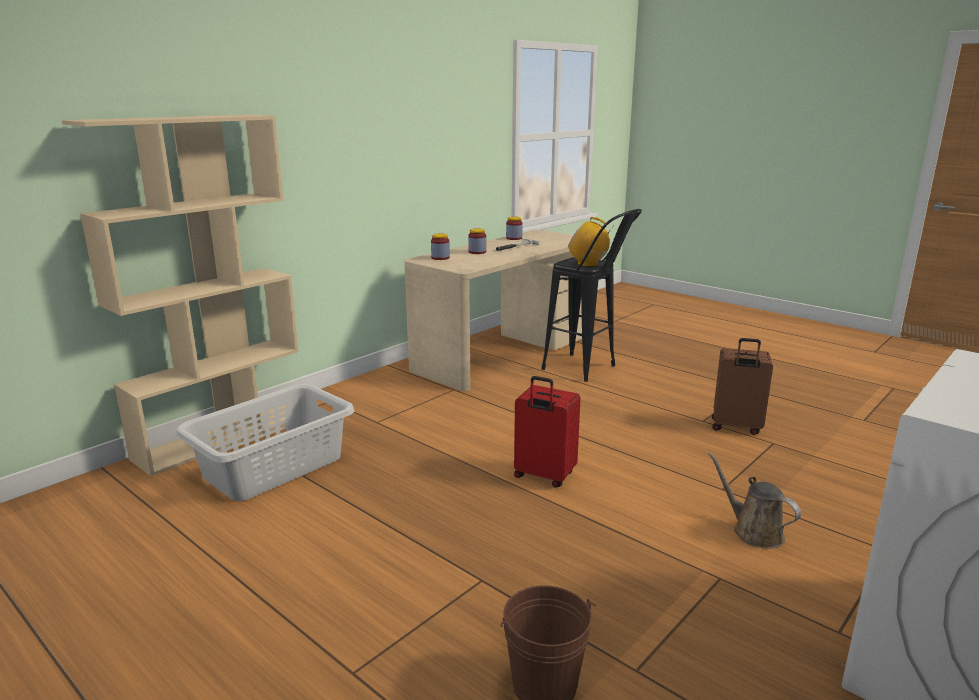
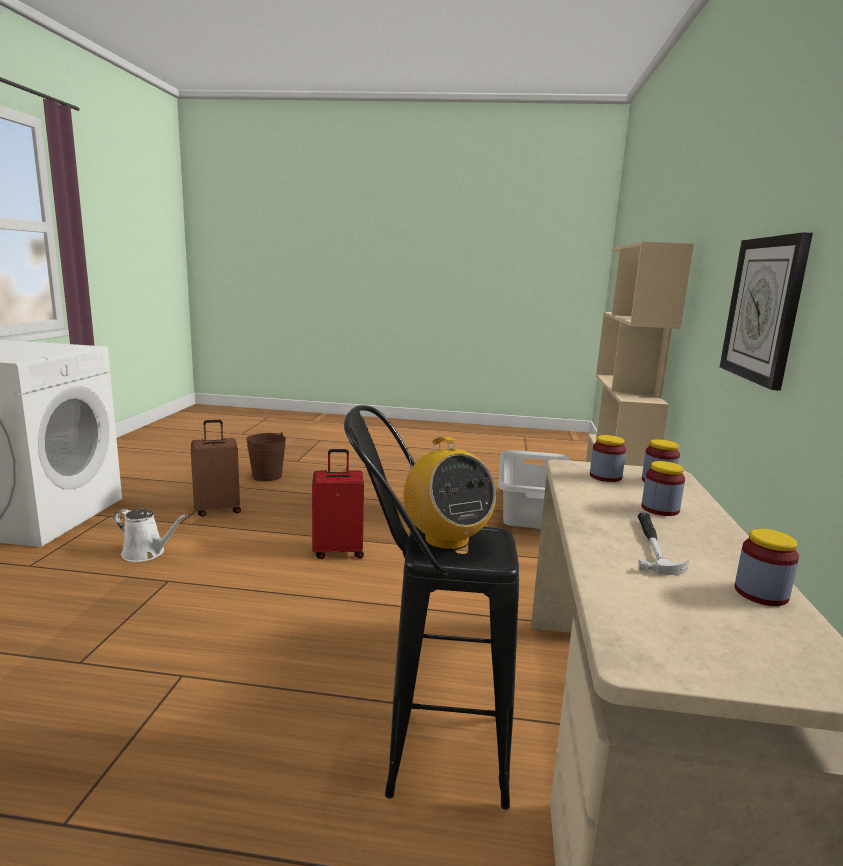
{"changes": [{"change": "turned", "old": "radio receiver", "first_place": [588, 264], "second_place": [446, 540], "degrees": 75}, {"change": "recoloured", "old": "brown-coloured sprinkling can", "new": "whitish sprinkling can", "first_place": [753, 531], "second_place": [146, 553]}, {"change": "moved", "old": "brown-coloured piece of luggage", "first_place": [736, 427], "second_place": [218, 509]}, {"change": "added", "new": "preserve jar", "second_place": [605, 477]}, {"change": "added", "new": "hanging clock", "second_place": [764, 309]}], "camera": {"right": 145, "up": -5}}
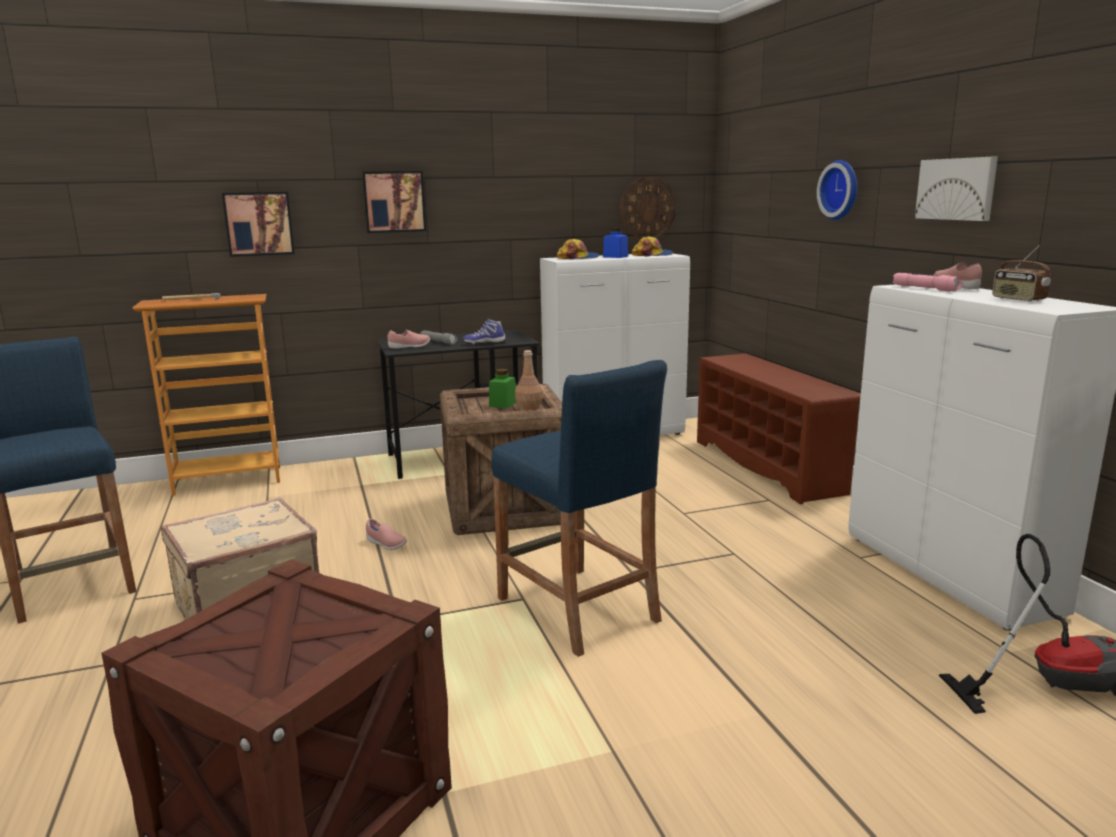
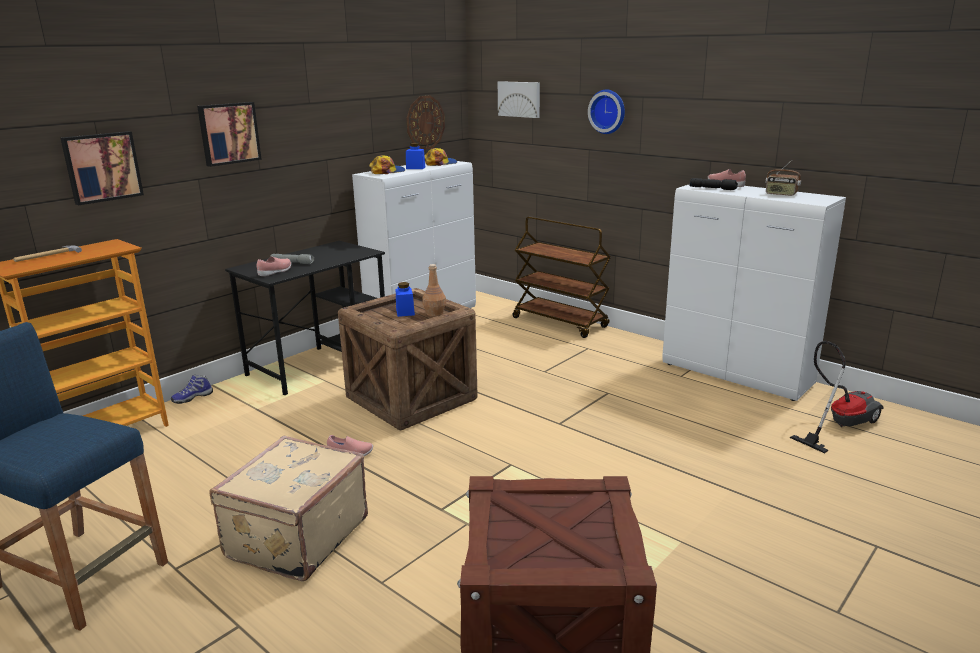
{"changes": [{"change": "moved", "old": "low shoe", "first_place": [484, 343], "second_place": [192, 397]}, {"change": "recoloured", "old": "green preserve jar", "new": "blue preserve jar", "first_place": [503, 404], "second_place": [405, 312]}, {"change": "removed", "old": "blue stool seat", "first_place": [577, 609]}, {"change": "replaced", "old": "brown-coloured shoe rack", "new": "brown-coloured wheeled cart", "first_place": [769, 466], "second_place": [560, 322]}, {"change": "recoloured", "old": "pink torch", "new": "blackish torch", "first_place": [926, 289], "second_place": [713, 188]}, {"change": "moved", "old": "wall picture", "first_place": [957, 189], "second_place": [519, 99]}], "camera": {"right": -30, "up": 5}}
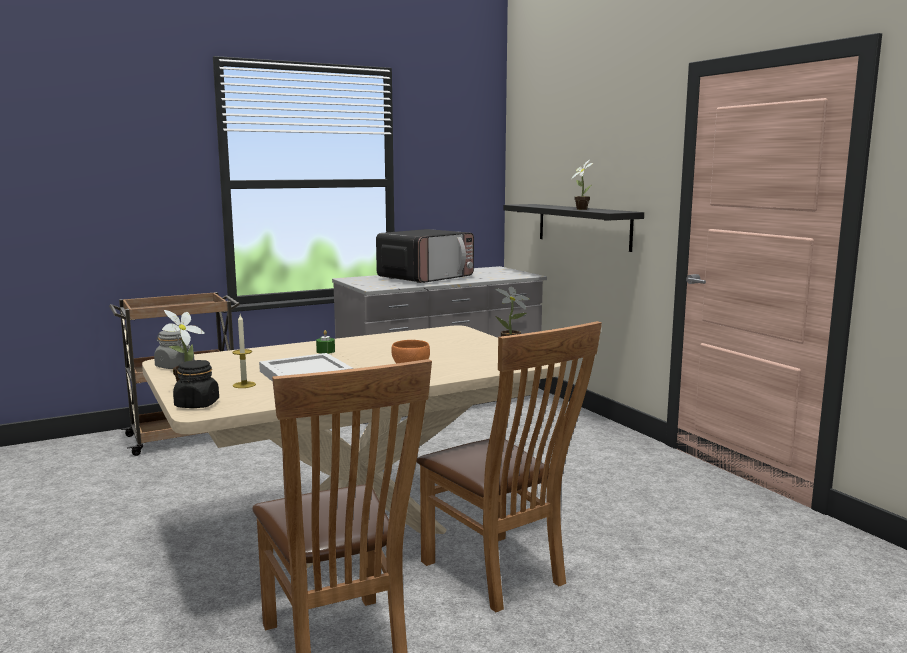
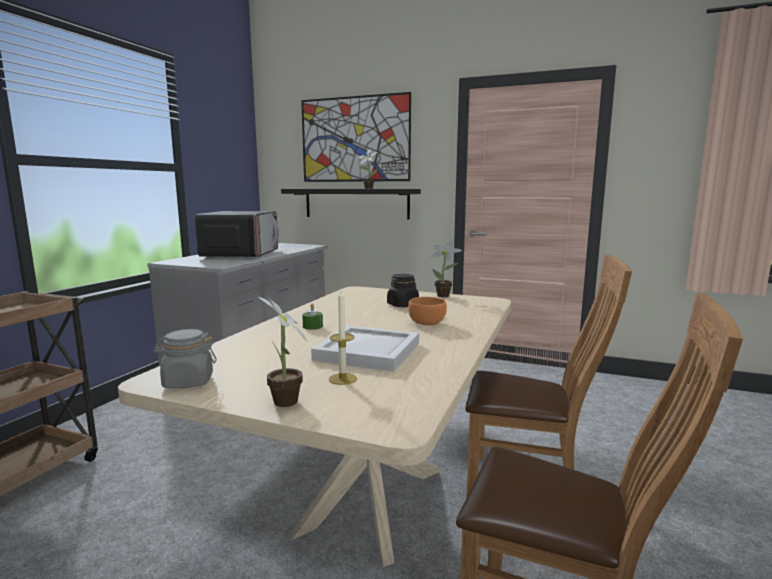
{"changes": [{"change": "moved", "old": "blackish preserve jar", "first_place": [197, 404], "second_place": [403, 305]}, {"change": "added", "new": "wall picture", "second_place": [354, 139]}], "camera": {"right": -40, "up": 0}}
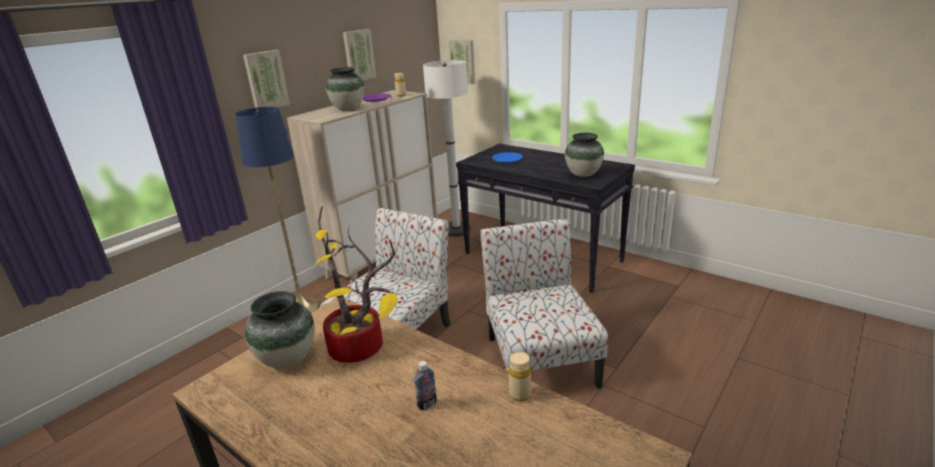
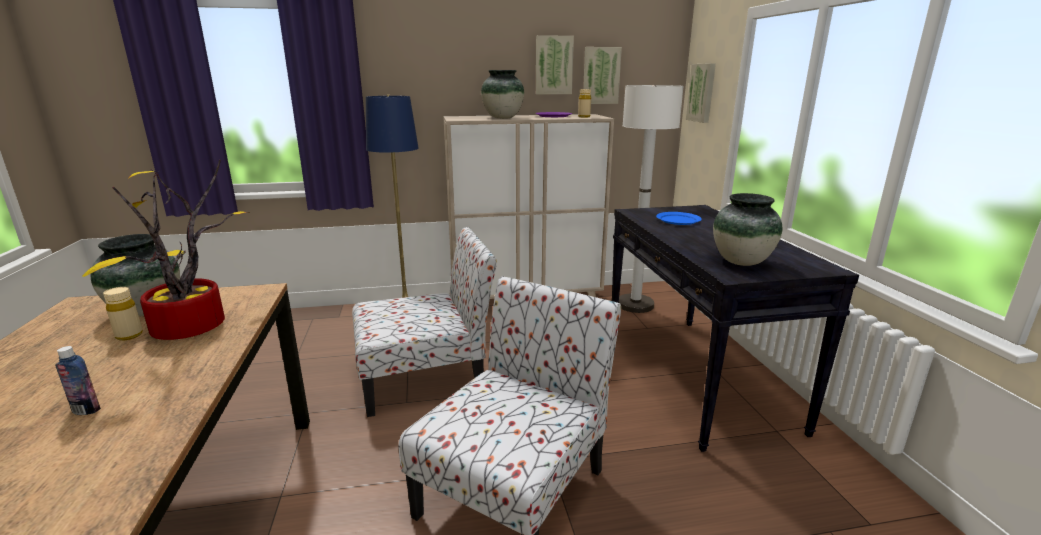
{"changes": [{"change": "moved", "old": "wall picture", "first_place": [266, 80], "second_place": [601, 75]}, {"change": "moved", "old": "sand-coloured beverage bottle", "first_place": [520, 394], "second_place": [129, 335]}], "camera": {"right": 40, "up": -5}}
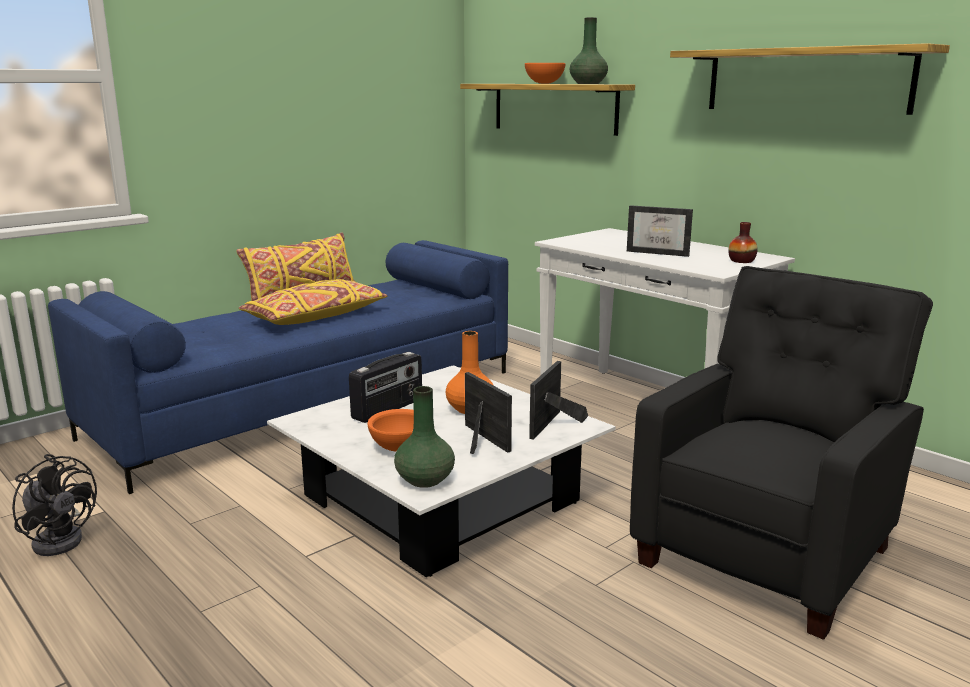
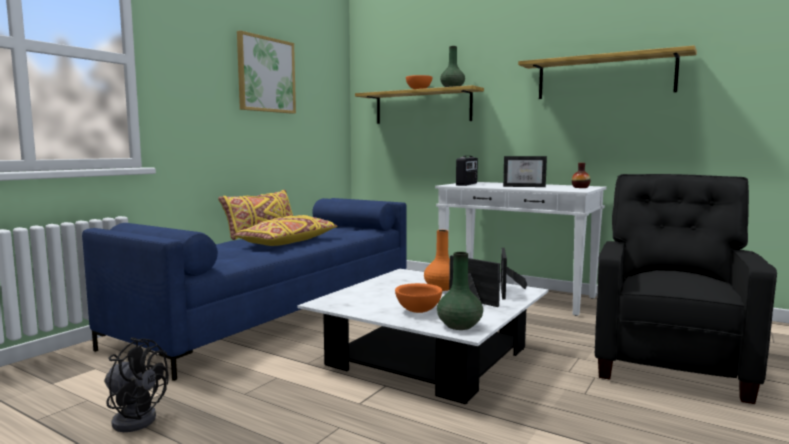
{"changes": [{"change": "moved", "old": "radio receiver", "first_place": [388, 409], "second_place": [467, 184]}, {"change": "added", "new": "wall picture", "second_place": [266, 75]}], "camera": {"right": -15, "up": -10}}
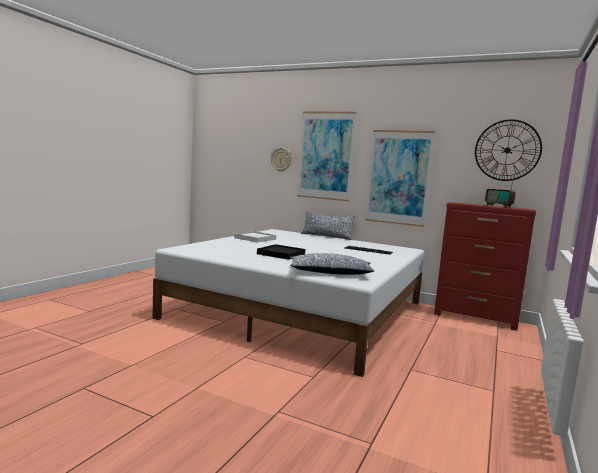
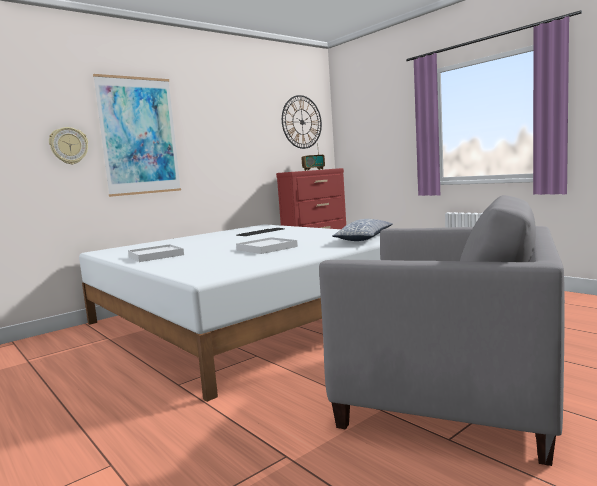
{"changes": [{"change": "recoloured", "old": "blackish serving tray", "new": "whitish serving tray", "first_place": [281, 254], "second_place": [267, 248]}, {"change": "removed", "old": "throw pillow", "first_place": [326, 236]}, {"change": "removed", "old": "wall picture", "first_place": [398, 177]}, {"change": "added", "new": "gray easy chair", "second_place": [448, 391]}], "camera": {"right": -65, "up": 0}}
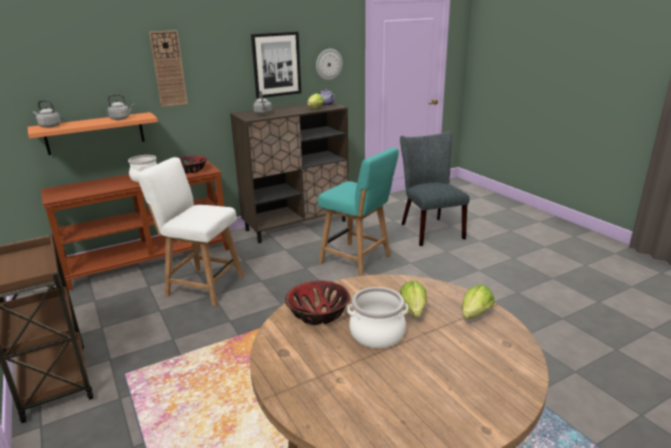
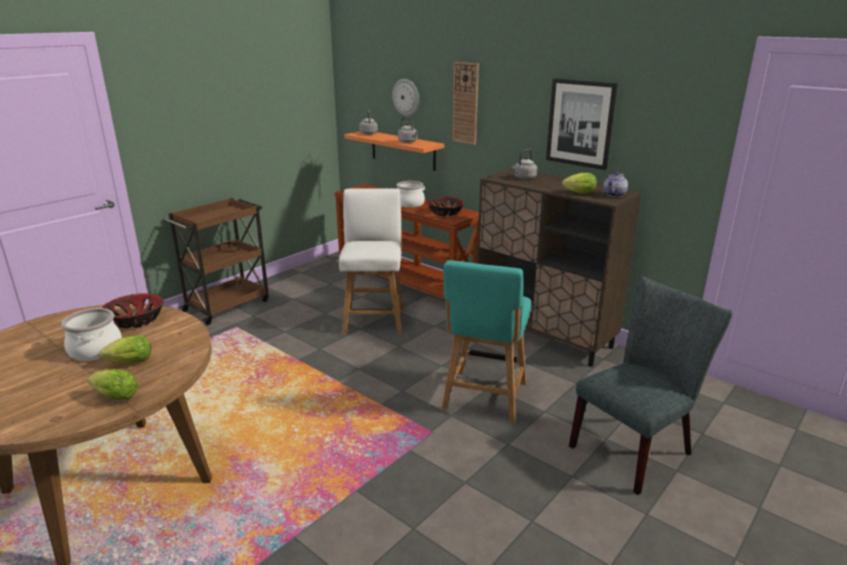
{"changes": [{"change": "moved", "old": "hanging clock", "first_place": [328, 64], "second_place": [406, 97]}], "camera": {"right": 70, "up": 0}}
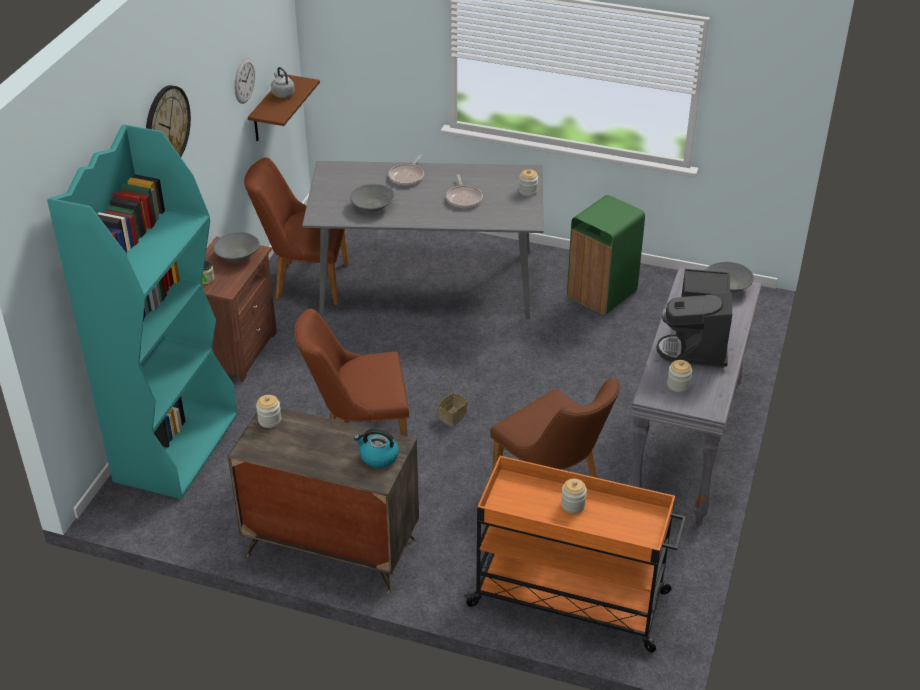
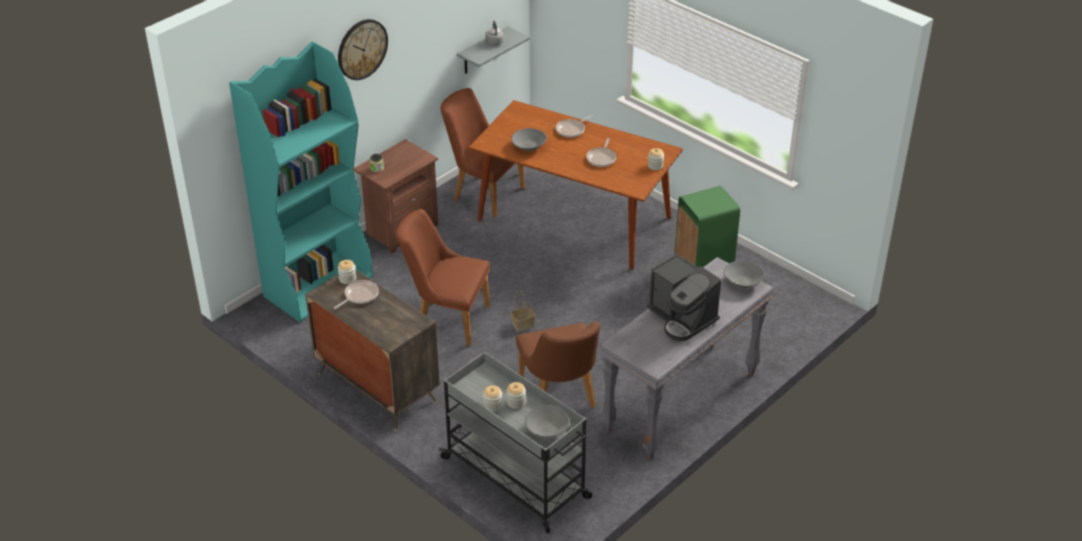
{"changes": [{"change": "moved", "old": "gray deep dish", "first_place": [237, 256], "second_place": [547, 430]}, {"change": "removed", "old": "hanging clock", "first_place": [244, 81]}, {"change": "recoloured", "old": "brown-coloured bracket shelf", "new": "gray bracket shelf", "first_place": [268, 110], "second_place": [482, 51]}, {"change": "recoloured", "old": "gray dinner table", "new": "brown-coloured dinner table", "first_place": [428, 281], "second_place": [575, 218]}, {"change": "removed", "old": "water kettle", "first_place": [378, 457]}, {"change": "recoloured", "old": "orange wheeled cart", "new": "gray wheeled cart", "first_place": [571, 599], "second_place": [517, 478]}, {"change": "turned", "old": "coffee brewer", "first_place": [697, 345], "second_place": [682, 318], "degrees": -75}, {"change": "moved", "old": "preserve jar", "first_place": [678, 385], "second_place": [493, 406]}, {"change": "added", "new": "skillet", "second_place": [359, 296]}], "camera": {"right": 25, "up": 0}}
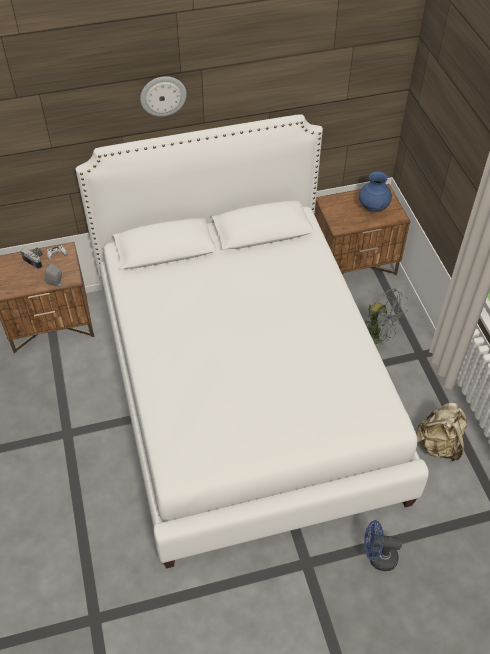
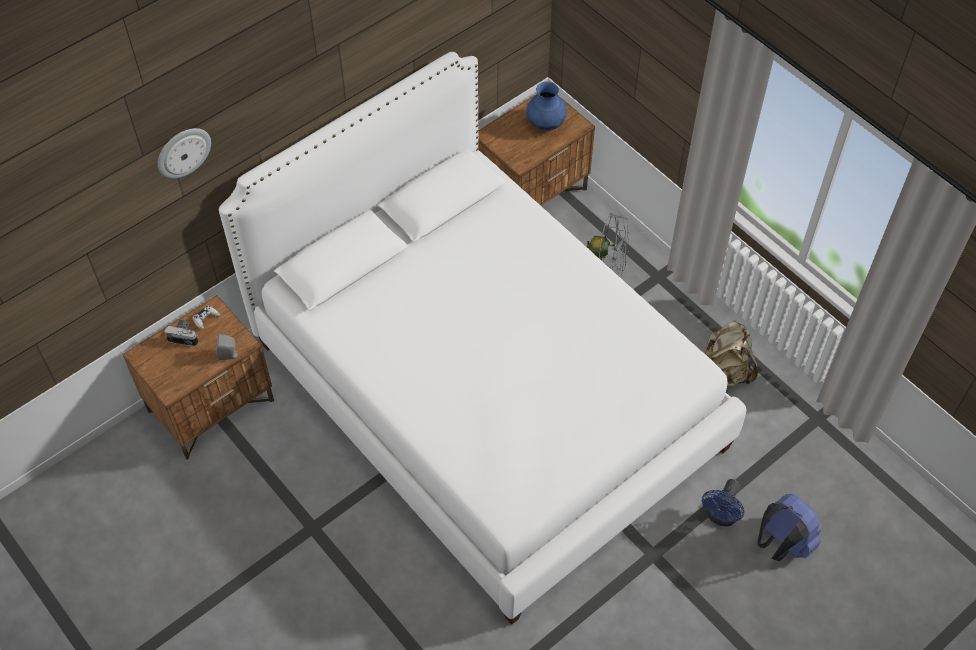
{"changes": [{"change": "moved", "old": "hanging clock", "first_place": [163, 95], "second_place": [183, 152]}, {"change": "turned", "old": "blue electric fan", "first_place": [377, 557], "second_place": [720, 517], "degrees": -45}, {"change": "added", "new": "blue knapsack", "second_place": [781, 543]}], "camera": {"right": -25, "up": 5}}
